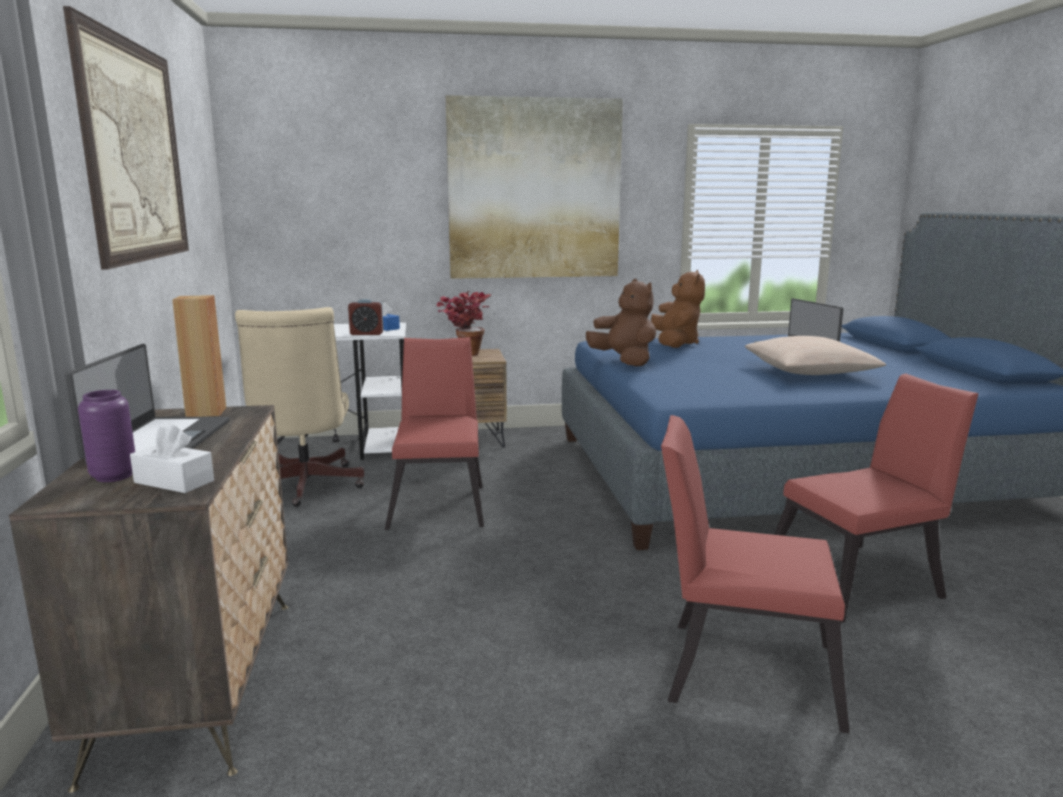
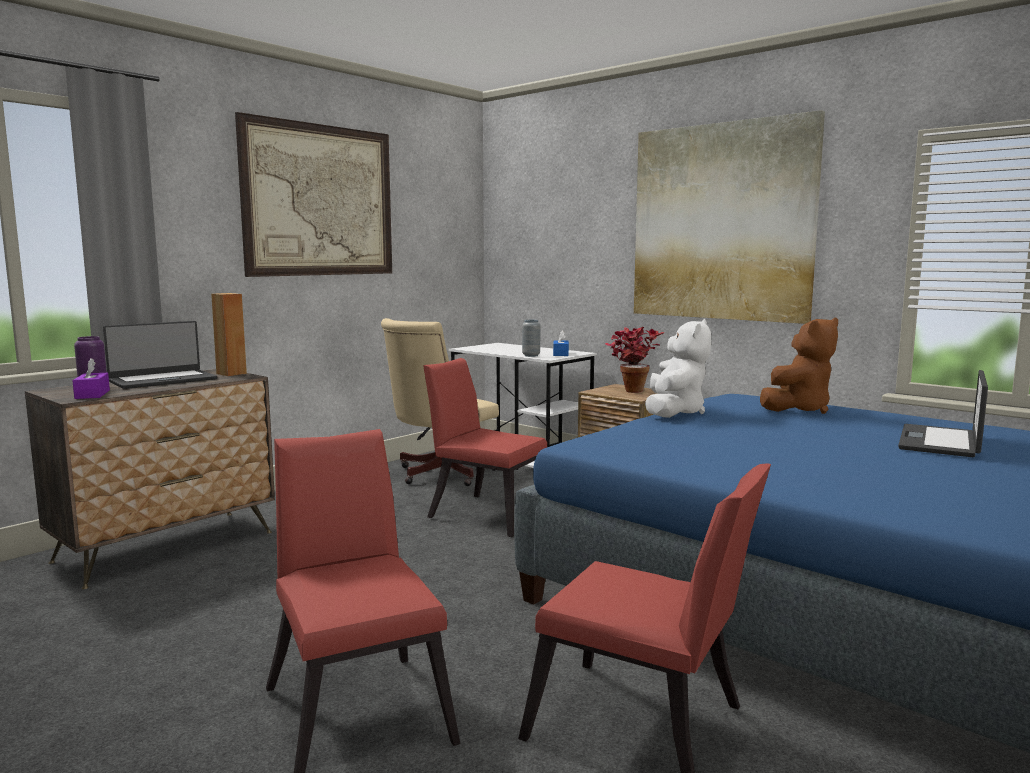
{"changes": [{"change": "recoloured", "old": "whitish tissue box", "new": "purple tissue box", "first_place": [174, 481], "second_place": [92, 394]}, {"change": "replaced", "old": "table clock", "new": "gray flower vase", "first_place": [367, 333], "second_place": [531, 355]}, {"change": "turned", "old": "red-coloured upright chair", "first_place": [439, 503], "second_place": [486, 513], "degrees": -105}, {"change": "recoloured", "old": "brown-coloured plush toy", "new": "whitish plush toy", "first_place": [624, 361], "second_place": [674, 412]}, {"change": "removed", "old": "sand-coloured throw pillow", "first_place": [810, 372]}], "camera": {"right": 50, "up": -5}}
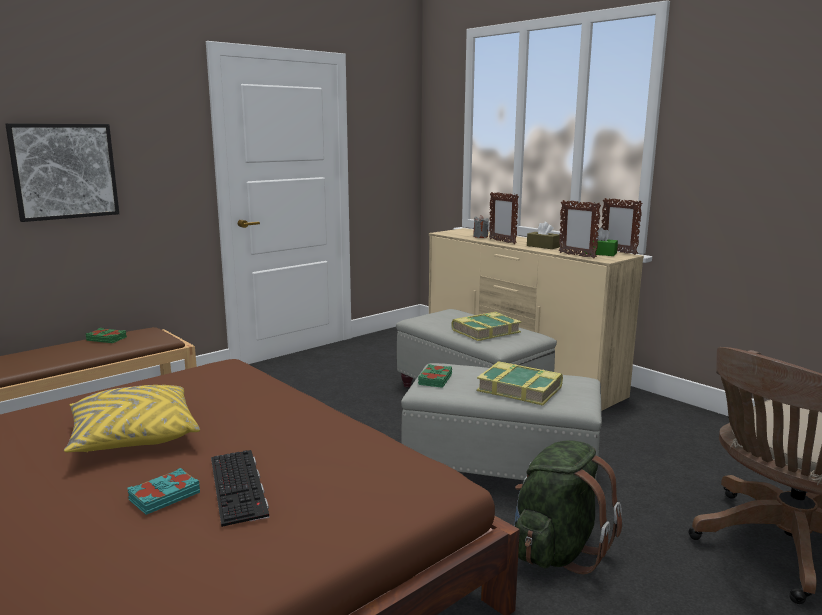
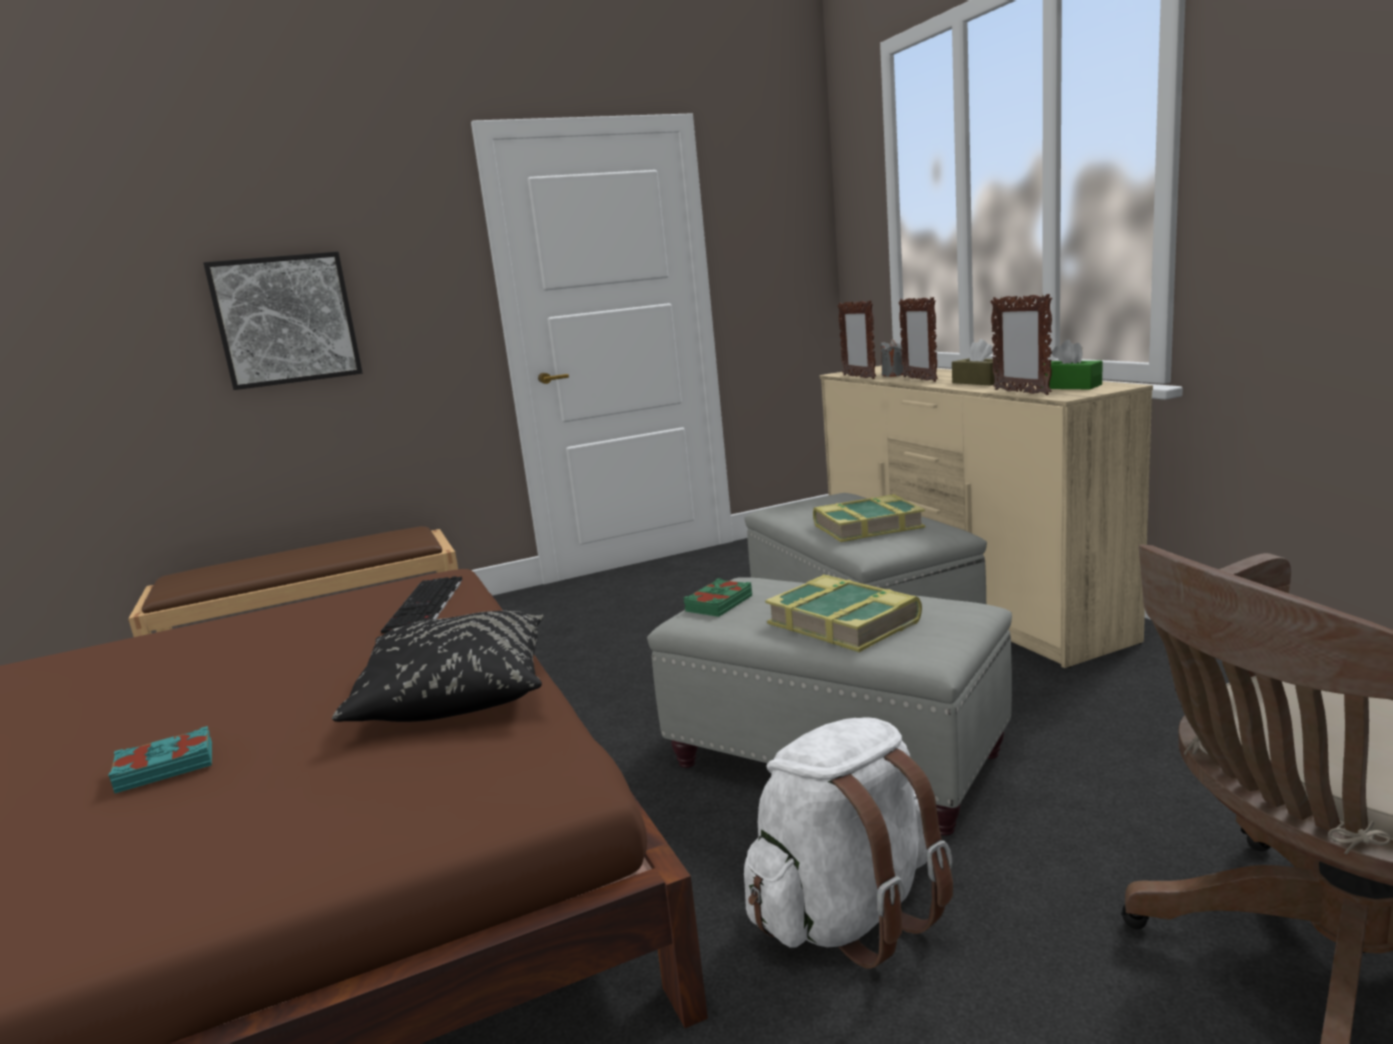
{"changes": [{"change": "removed", "old": "yellow-coloured throw pillow", "first_place": [133, 437]}, {"change": "removed", "old": "green volume", "first_place": [107, 339]}, {"change": "moved", "old": "PC keyboard", "first_place": [240, 486], "second_place": [426, 605]}, {"change": "recoloured", "old": "green knapsack", "new": "whitish knapsack", "first_place": [557, 550], "second_place": [848, 914]}, {"change": "moved", "old": "photo frame", "first_place": [618, 252], "second_place": [858, 377]}, {"change": "added", "new": "blackish throw pillow", "second_place": [455, 694]}], "camera": {"right": 20, "up": 0}}
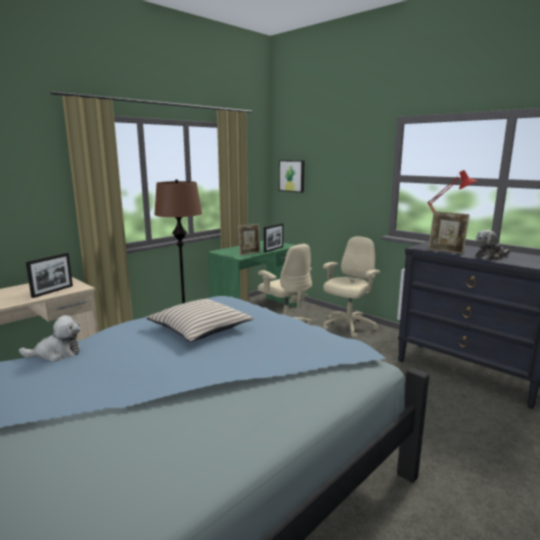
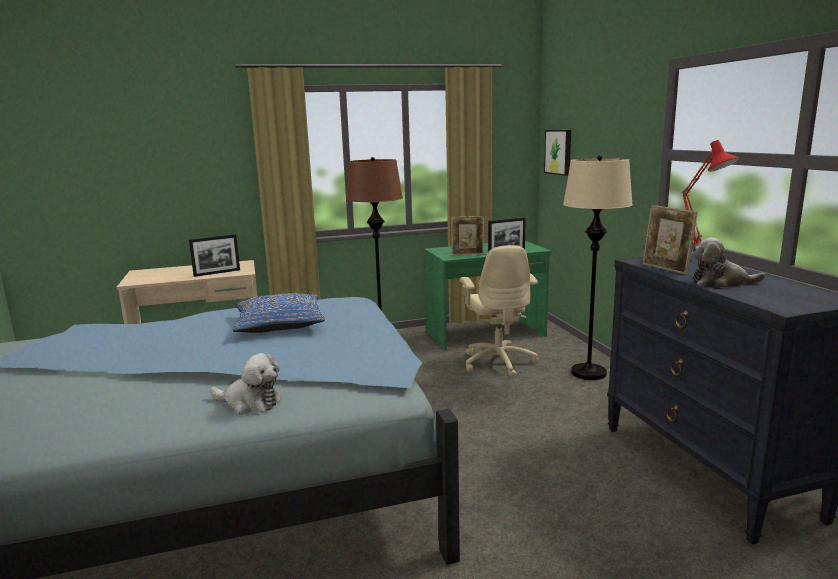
{"changes": [{"change": "moved", "old": "plush toy", "first_place": [56, 353], "second_place": [250, 403]}, {"change": "recoloured", "old": "sand-coloured throw pillow", "new": "blue throw pillow", "first_place": [200, 328], "second_place": [279, 324]}, {"change": "replaced", "old": "sand-coloured desk chair", "new": "sand-coloured standing lamp", "first_place": [348, 327], "second_place": [589, 373]}], "camera": {"right": 30, "up": 0}}
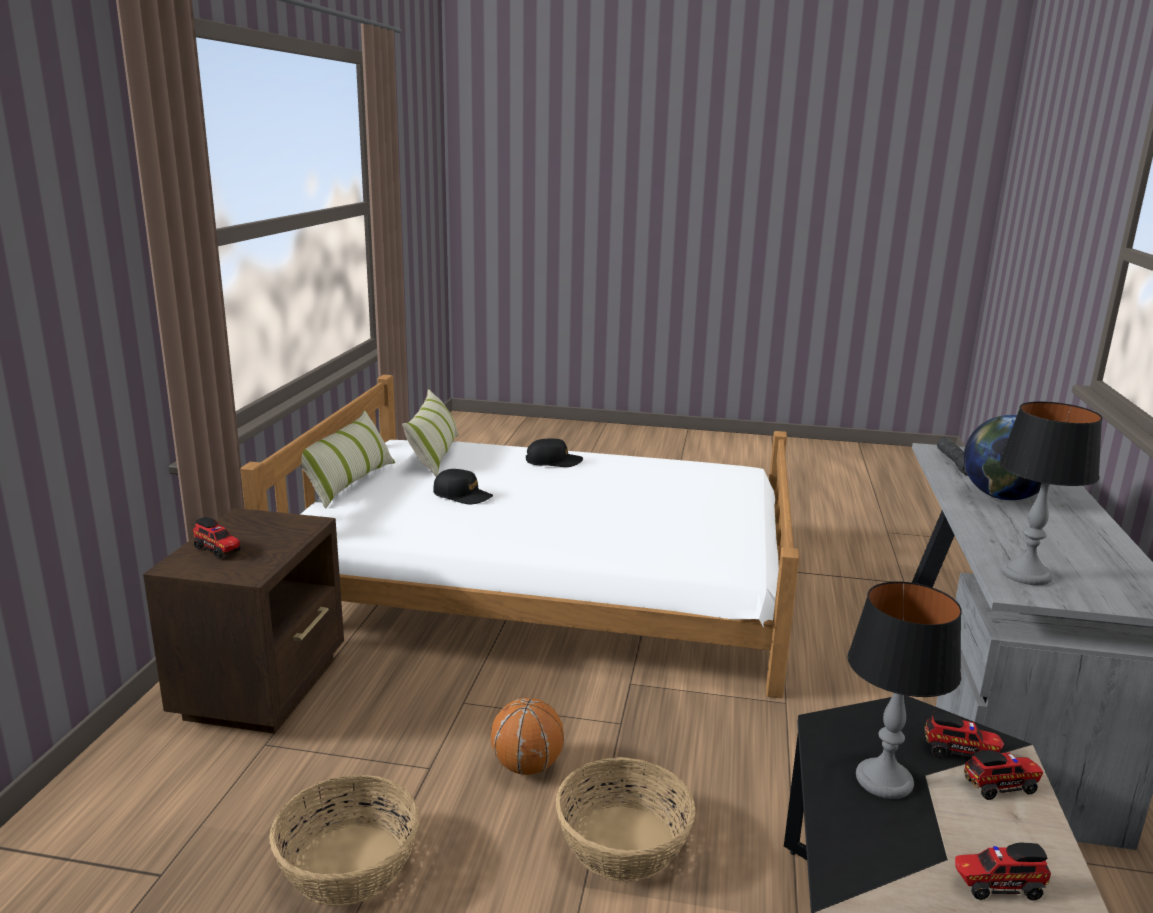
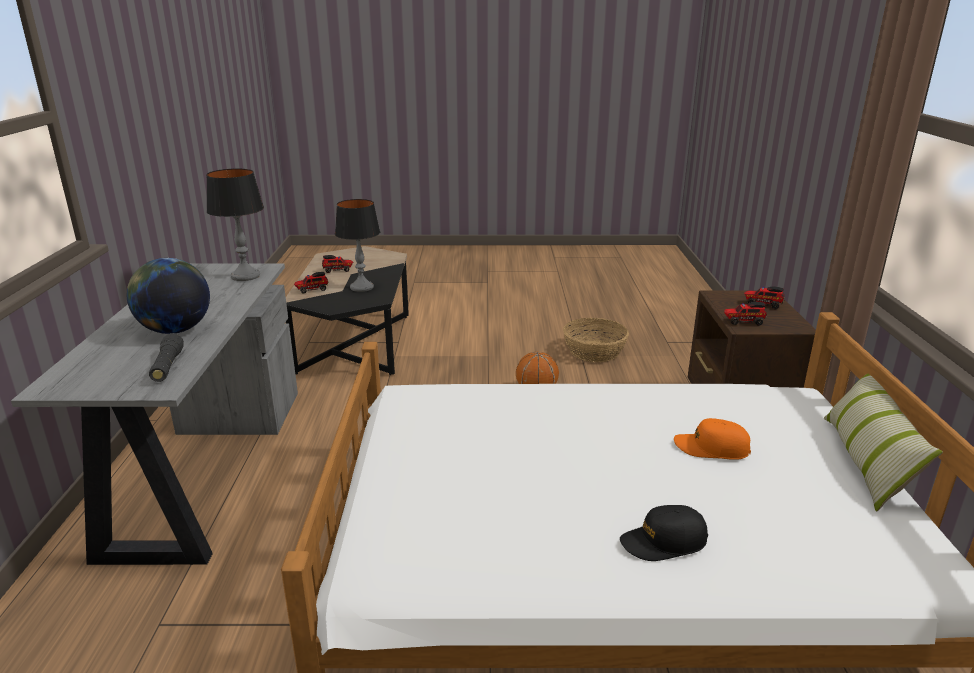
{"changes": [{"change": "removed", "old": "throw pillow", "first_place": [434, 455]}, {"change": "recoloured", "old": "blackish cap", "new": "orange cap", "first_place": [462, 495], "second_place": [711, 448]}, {"change": "removed", "old": "household basket", "first_place": [623, 842]}, {"change": "moved", "old": "toy lorry", "first_place": [961, 752], "second_place": [743, 322]}], "camera": {"right": 170, "up": 5}}
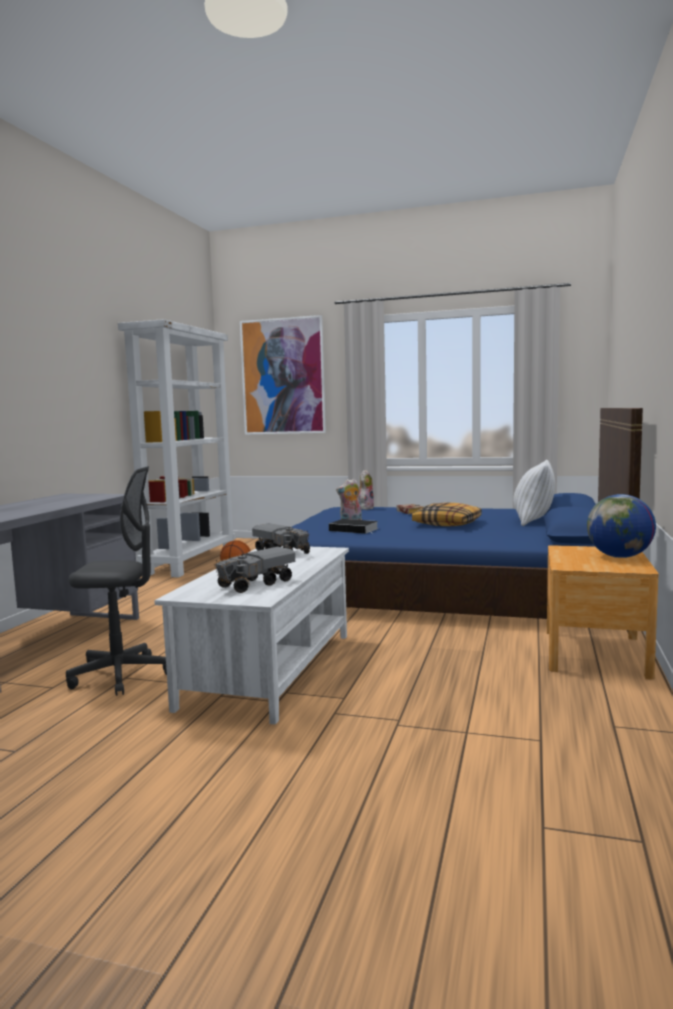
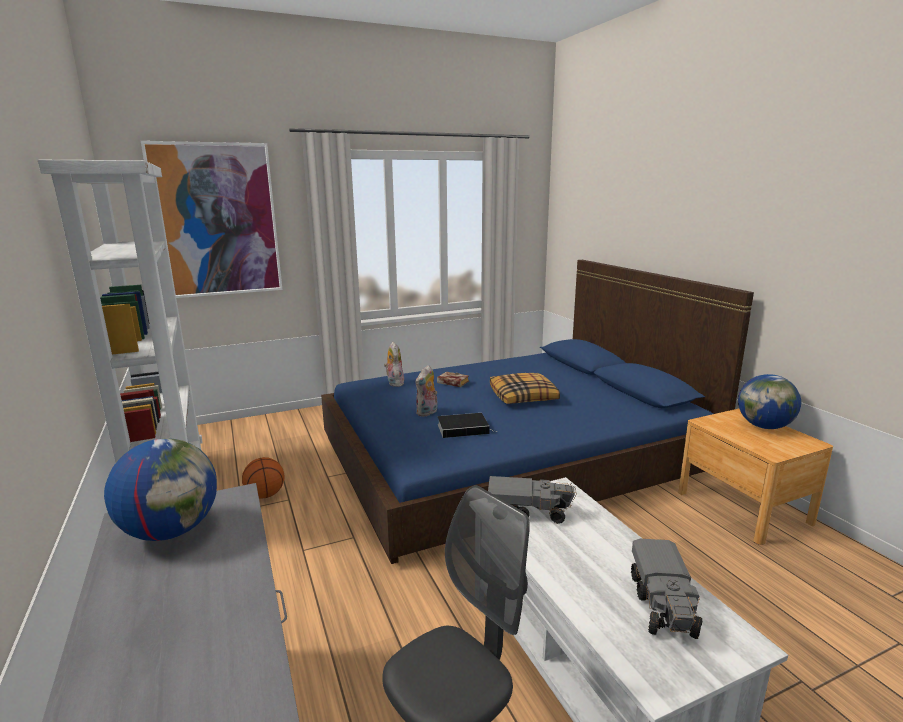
{"changes": [{"change": "removed", "old": "whitish throw pillow", "first_place": [533, 521]}, {"change": "added", "new": "desk globe", "second_place": [171, 530]}], "camera": {"right": -40, "up": 10}}
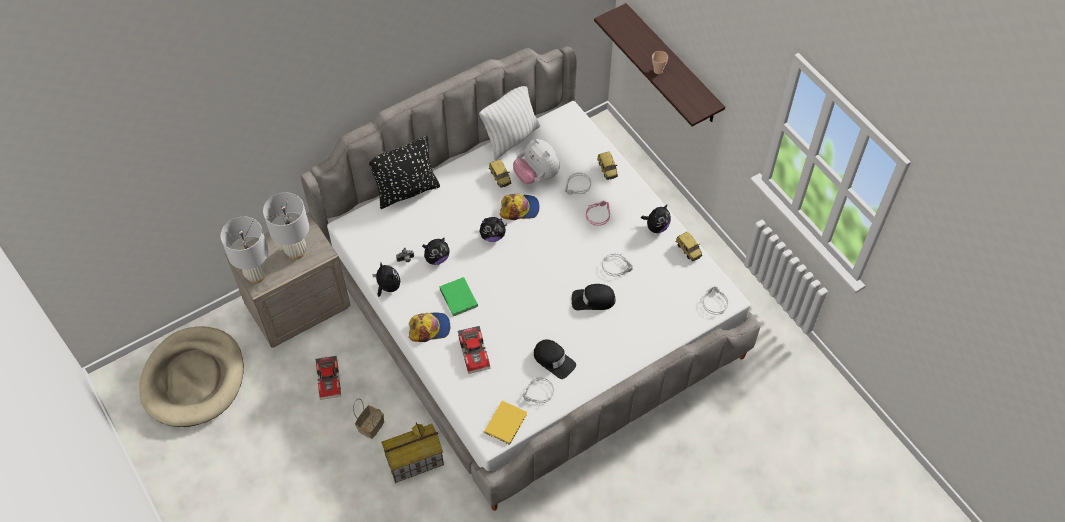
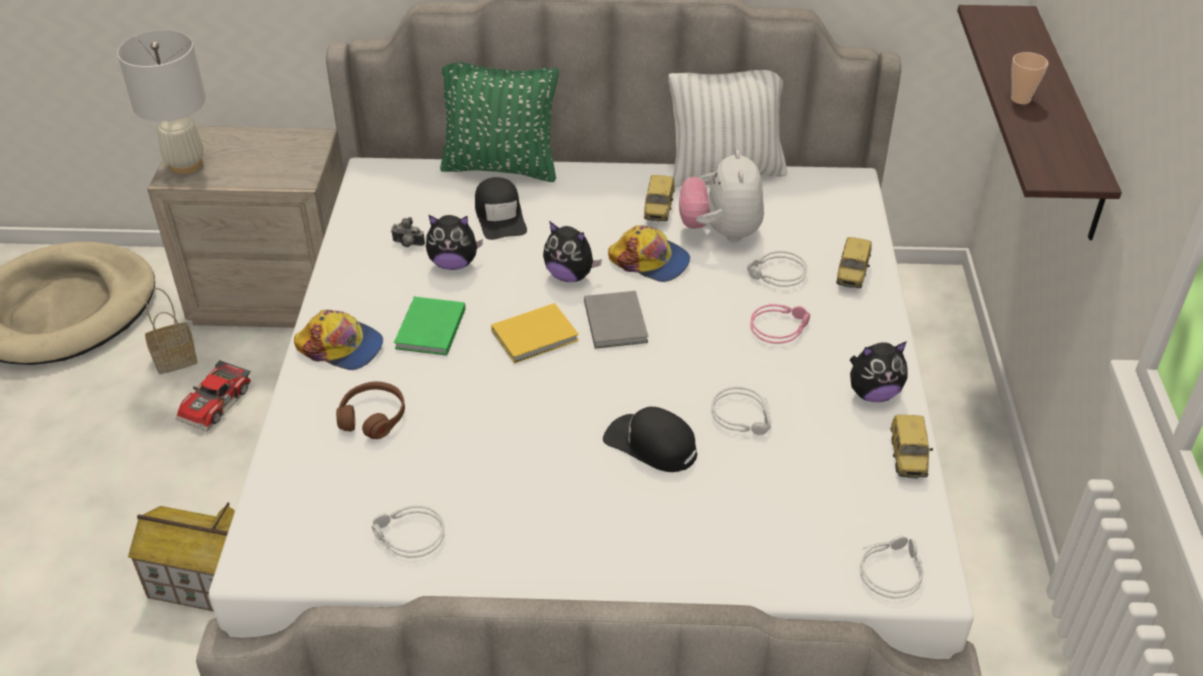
{"changes": [{"change": "removed", "old": "whitish table lamp", "first_place": [296, 251]}, {"change": "moved", "old": "household basket", "first_place": [371, 425], "second_place": [177, 358]}, {"change": "recoloured", "old": "blackish throw pillow", "new": "green throw pillow", "first_place": [407, 191], "second_place": [501, 167]}, {"change": "removed", "old": "plush toy", "first_place": [388, 287]}, {"change": "replaced", "old": "miniature car", "new": "brown-coloured headset", "first_place": [475, 352], "second_place": [373, 416]}, {"change": "moved", "old": "yellow-coloured volume", "first_place": [507, 422], "second_place": [537, 336]}, {"change": "moved", "old": "blackish cap", "first_place": [553, 360], "second_place": [500, 216]}, {"change": "added", "new": "gray volume", "second_place": [616, 321]}], "camera": {"right": 35, "up": -15}}
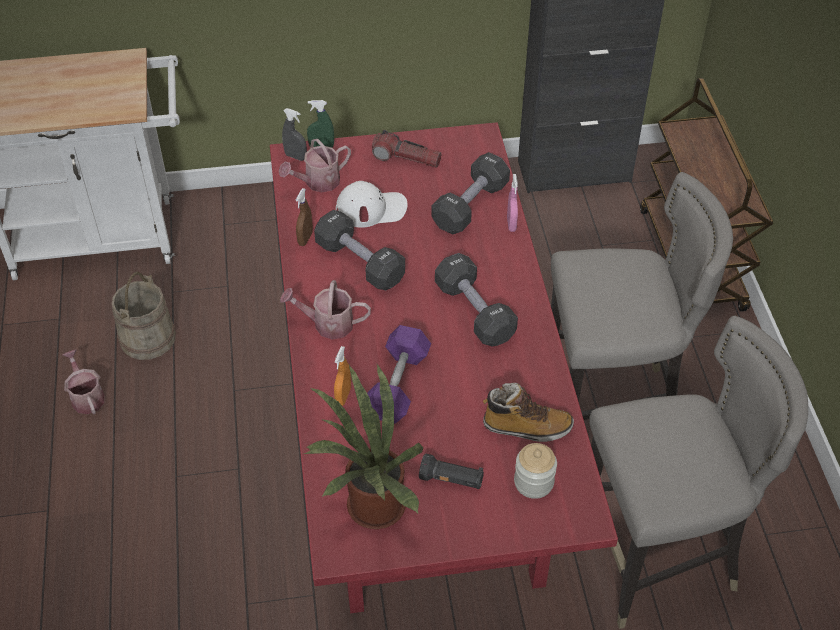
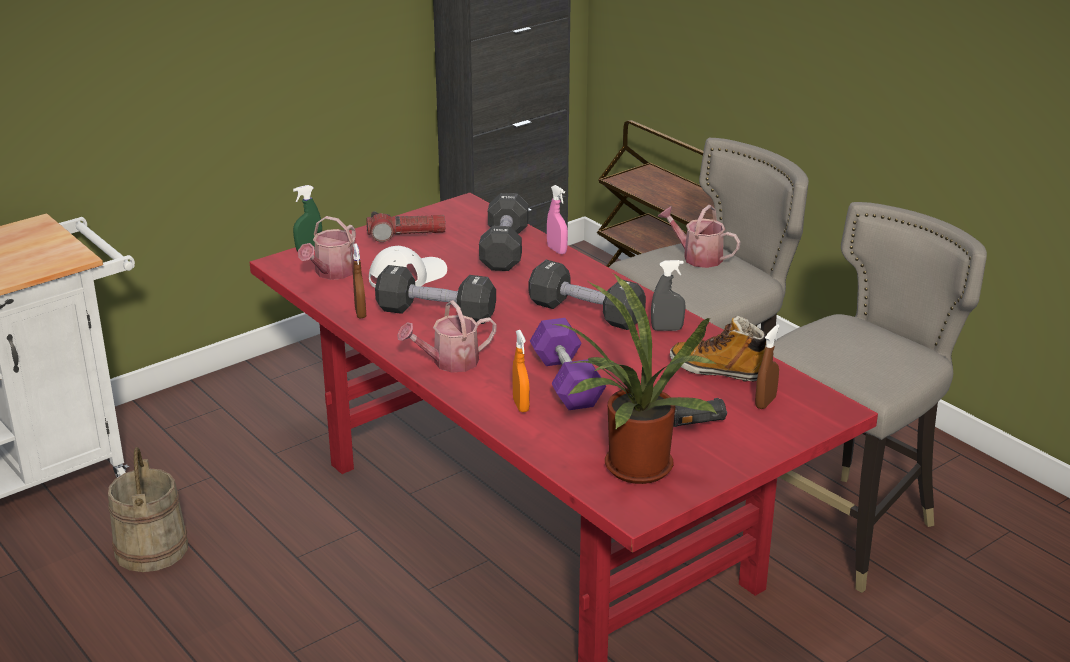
{"changes": [{"change": "moved", "old": "sprinkling can", "first_place": [86, 397], "second_place": [697, 257]}, {"change": "moved", "old": "gray sprayer", "first_place": [295, 156], "second_place": [667, 329]}, {"change": "turned", "old": "high-top boot", "first_place": [526, 427], "second_place": [718, 370], "degrees": -135}, {"change": "replaced", "old": "preserve jar", "new": "brown-coloured sprayer", "first_place": [533, 482], "second_place": [765, 402]}], "camera": {"right": -30, "up": -20}}
